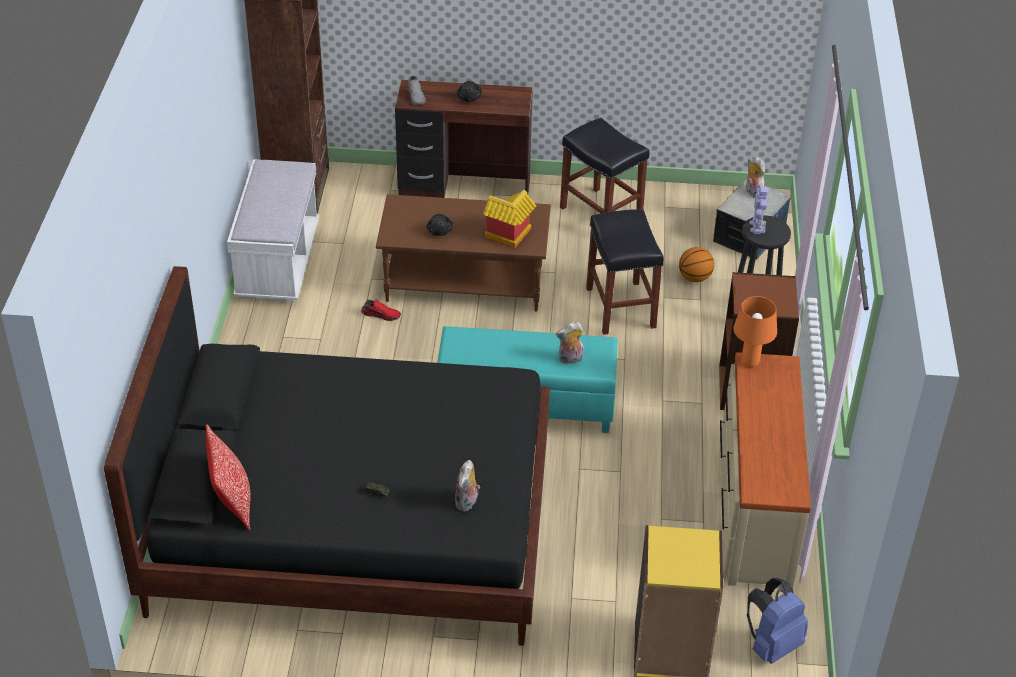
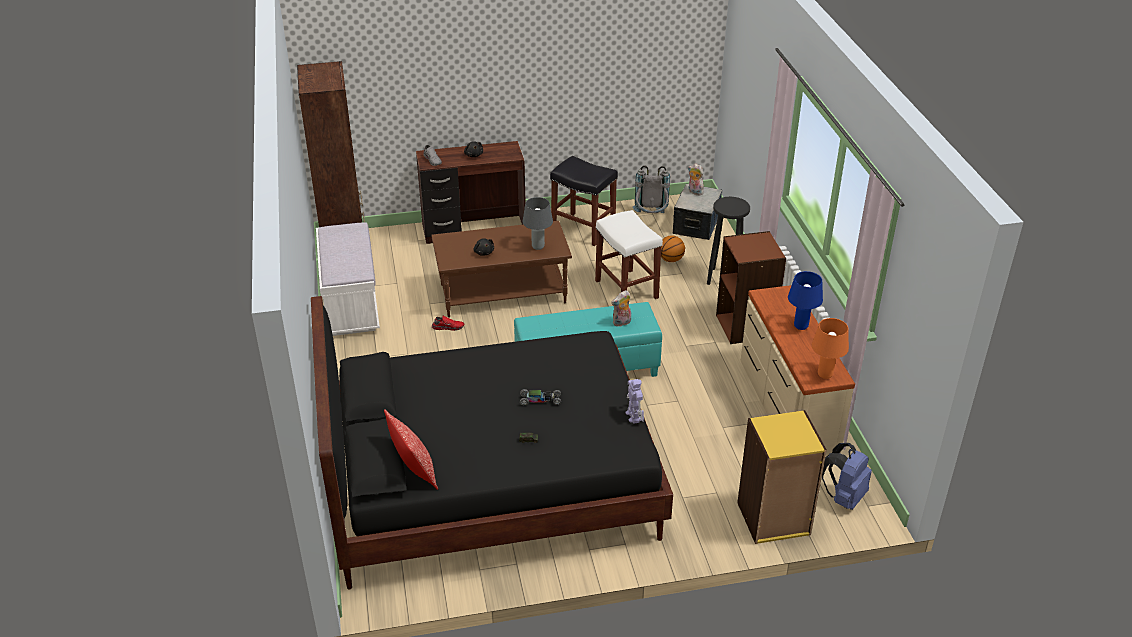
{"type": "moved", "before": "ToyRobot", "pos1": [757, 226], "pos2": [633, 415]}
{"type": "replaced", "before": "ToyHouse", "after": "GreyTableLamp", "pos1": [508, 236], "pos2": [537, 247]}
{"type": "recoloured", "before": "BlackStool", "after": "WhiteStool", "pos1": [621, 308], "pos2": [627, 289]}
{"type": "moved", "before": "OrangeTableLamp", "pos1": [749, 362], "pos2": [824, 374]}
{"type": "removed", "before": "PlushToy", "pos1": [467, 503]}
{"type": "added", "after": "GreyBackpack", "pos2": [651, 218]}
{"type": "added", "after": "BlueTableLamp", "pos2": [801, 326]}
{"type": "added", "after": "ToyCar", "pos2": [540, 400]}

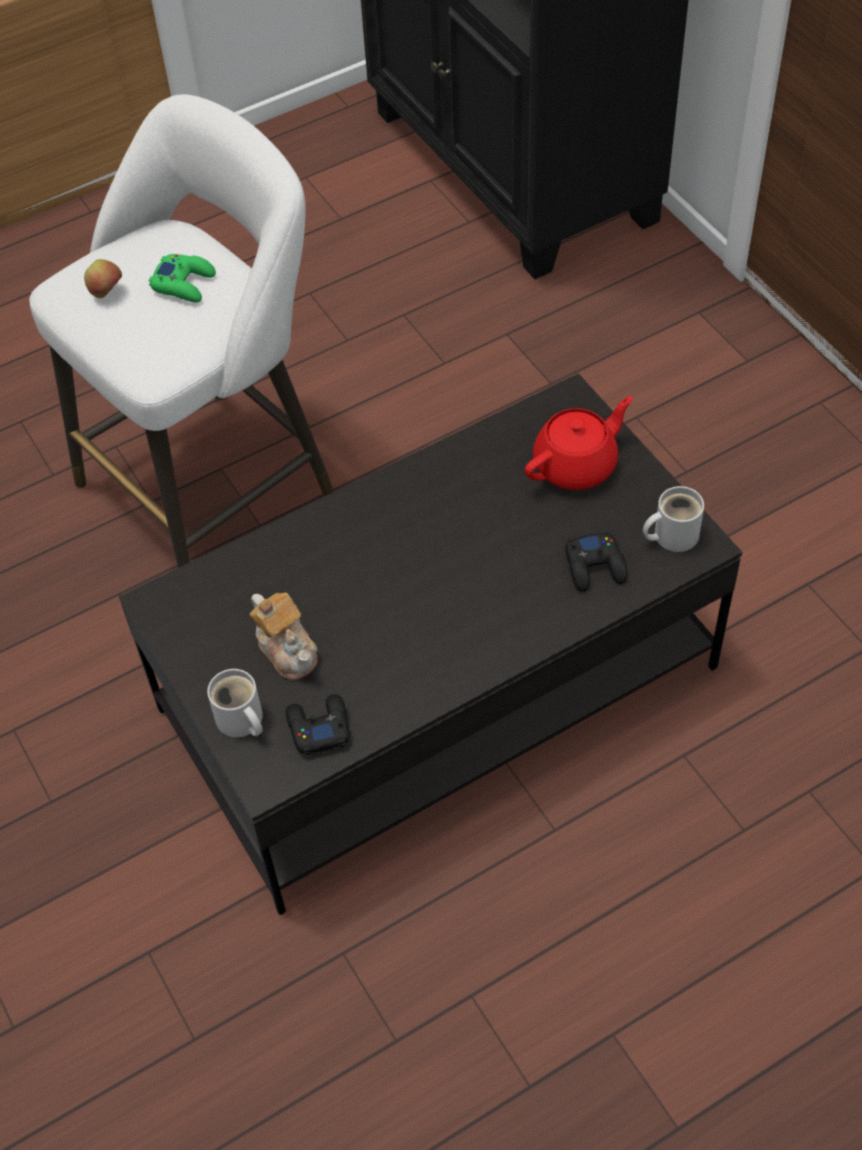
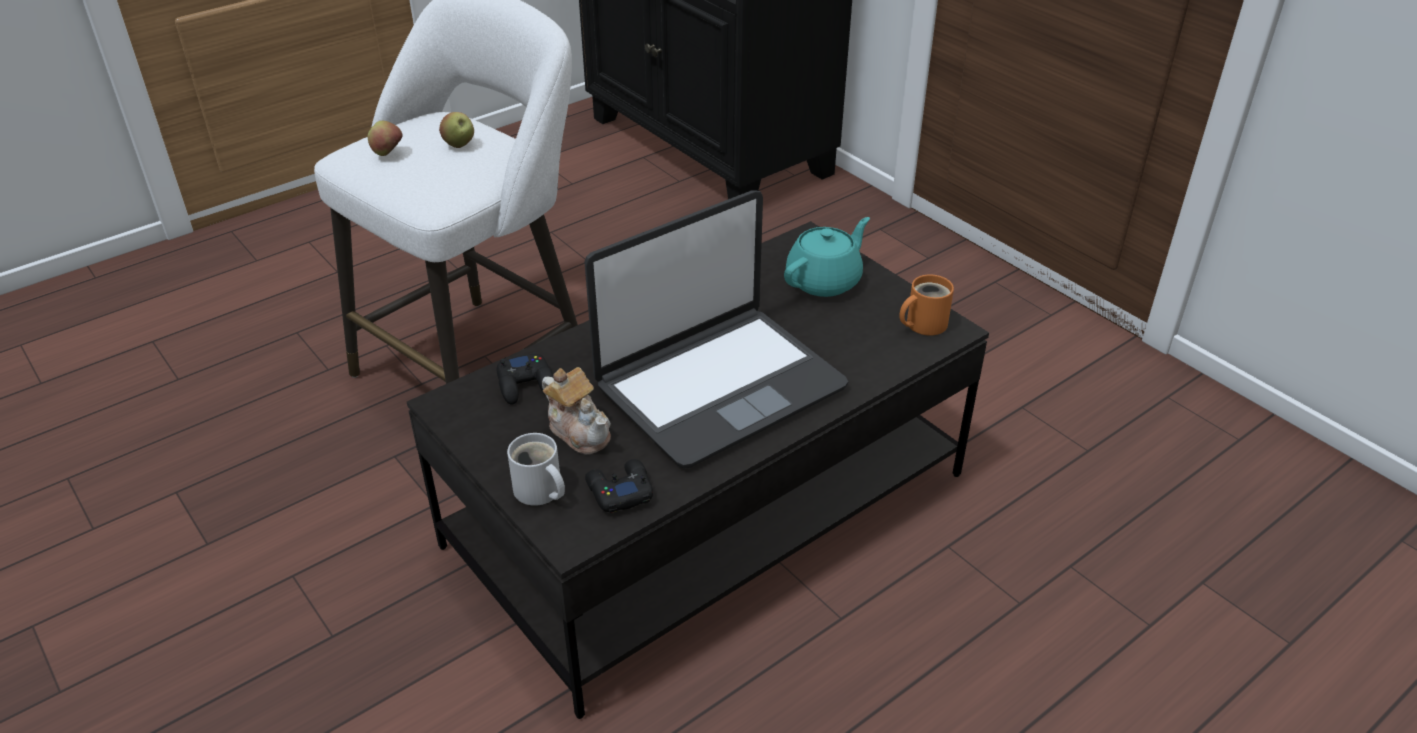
{"type": "replaced", "before": "GreenGameController", "after": "Apple", "pos1": [184, 283], "pos2": [459, 145]}
{"type": "recoloured", "before": "RedTeapot", "after": "TurquoiseTeapot", "pos1": [576, 465], "pos2": [825, 281]}
{"type": "recoloured", "before": "WhiteMug", "after": "OrangeMug", "pos1": [671, 534], "pos2": [922, 324]}
{"type": "moved", "before": "BlackGameController", "pos1": [595, 566], "pos2": [526, 384]}
{"type": "added", "after": "Laptop", "pos2": [718, 386]}

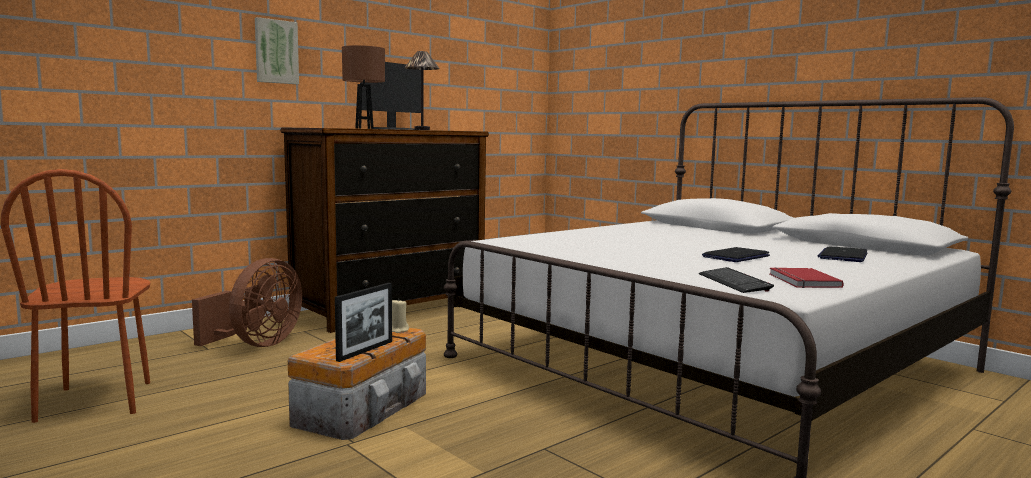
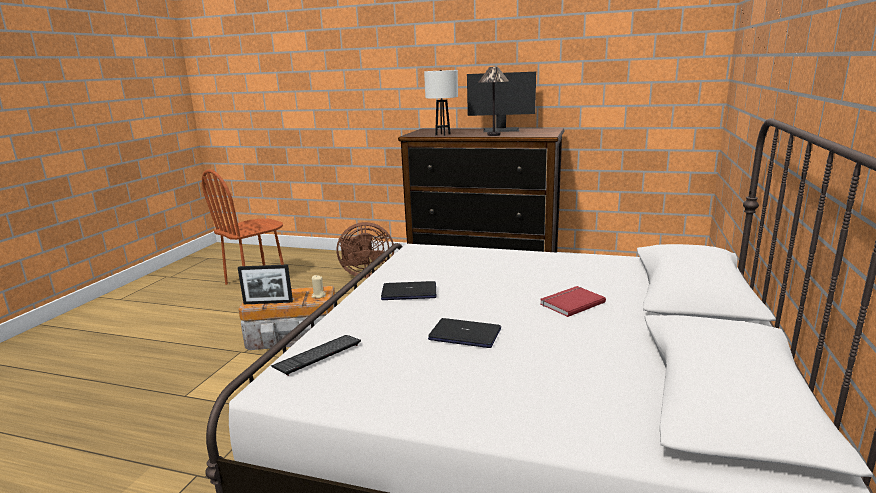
{"type": "removed", "before": "Picture", "pos1": [276, 52]}
{"type": "recoloured", "before": "BrownTableLamp", "after": "WhiteTableLamp", "pos1": [364, 128], "pos2": [442, 134]}
{"type": "moved", "before": "Laptop", "pos1": [843, 256], "pos2": [409, 292]}
{"type": "moved", "before": "RedBook", "pos1": [802, 281], "pos2": [570, 303]}

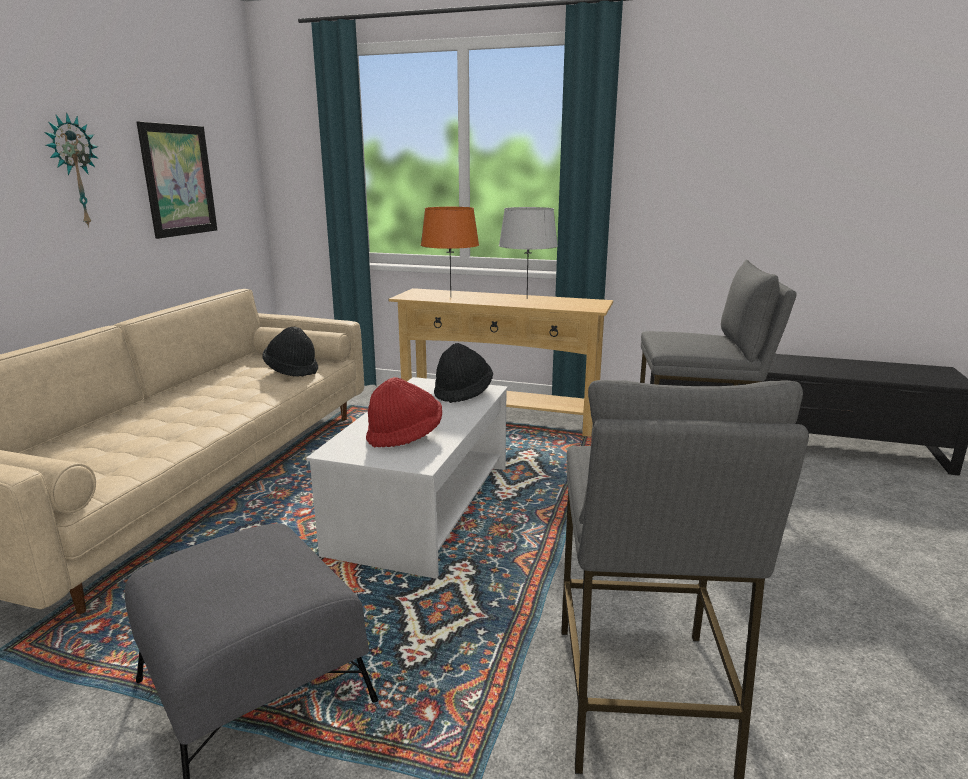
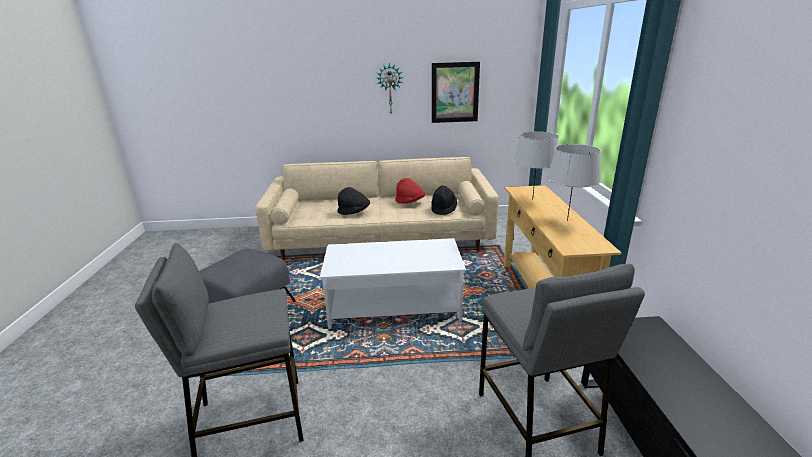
{"type": "recoloured", "before": "OrangeTableLamp", "after": "GreyTableLamp", "pos1": [450, 297], "pos2": [532, 199]}
{"type": "moved", "before": "BlackHat", "pos1": [463, 393], "pos2": [354, 212]}
{"type": "moved", "before": "RedHat", "pos1": [405, 436], "pos2": [410, 202]}

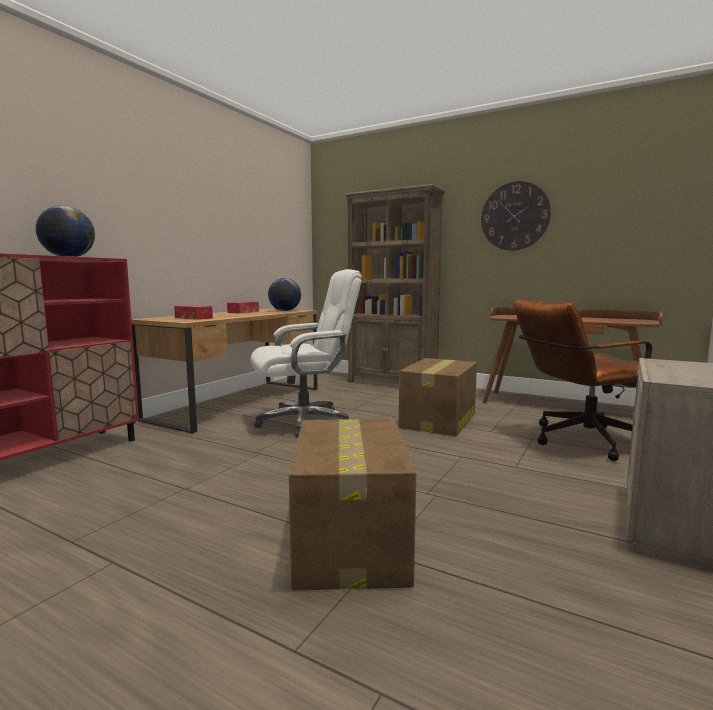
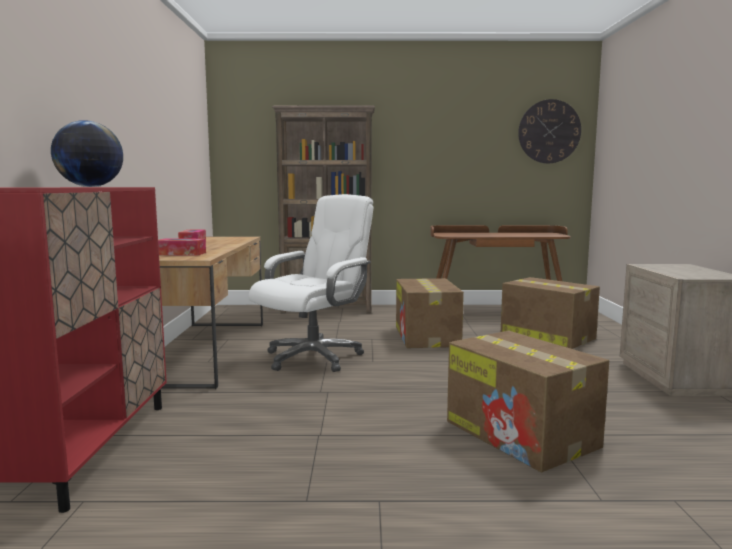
{"type": "moved", "before": "WallClock", "pos1": [515, 216], "pos2": [549, 131]}
{"type": "removed", "before": "Globe", "pos1": [284, 311]}
{"type": "replaced", "before": "BrownOfficeChair", "after": "CardboardBox", "pos1": [578, 441], "pos2": [546, 336]}

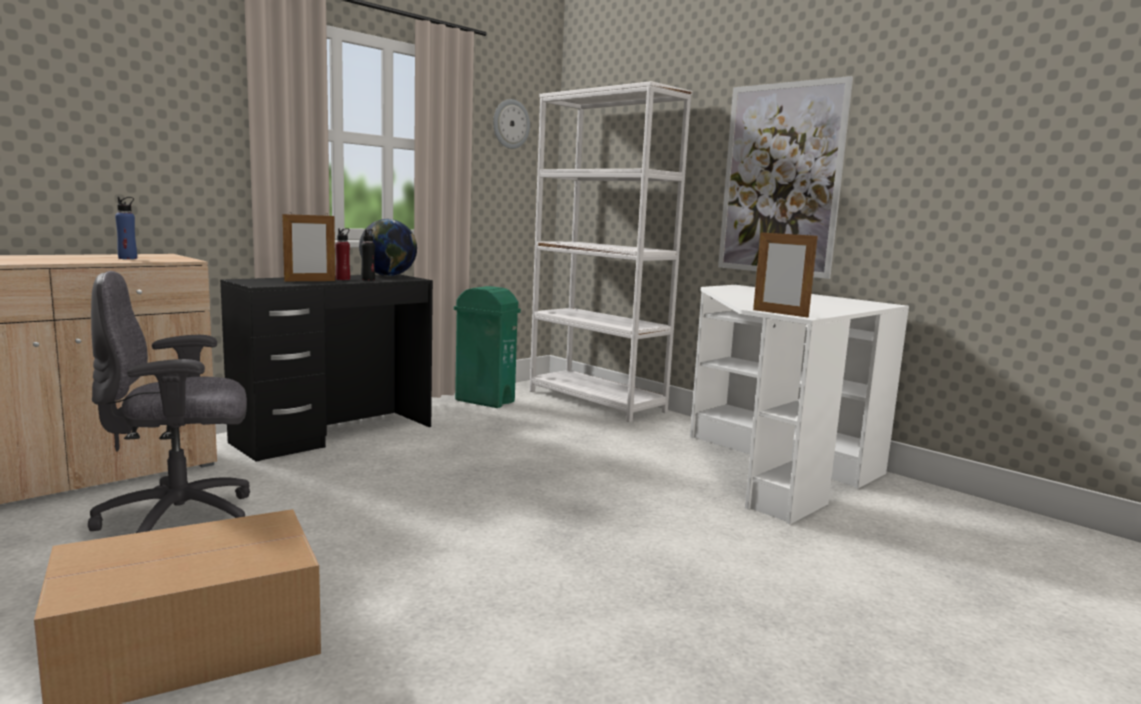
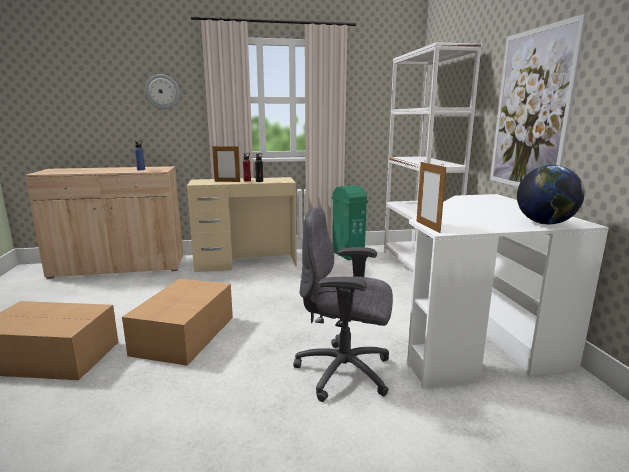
{"type": "moved", "before": "WallClock", "pos1": [510, 124], "pos2": [162, 91]}
{"type": "moved", "before": "Globe", "pos1": [388, 276], "pos2": [545, 223]}
{"type": "moved", "before": "GreyOfficeChair", "pos1": [182, 520], "pos2": [345, 372]}
{"type": "recoloured", "before": "BlackDesk", "after": "BeigeDesk", "pos1": [334, 434], "pos2": [246, 263]}
{"type": "added", "after": "CardboardBox", "pos2": [183, 335]}

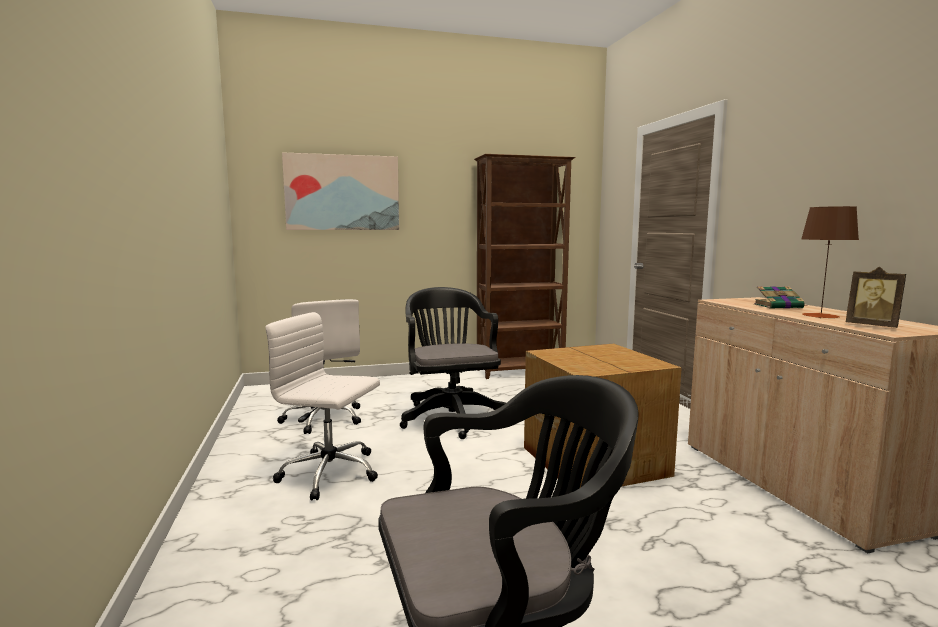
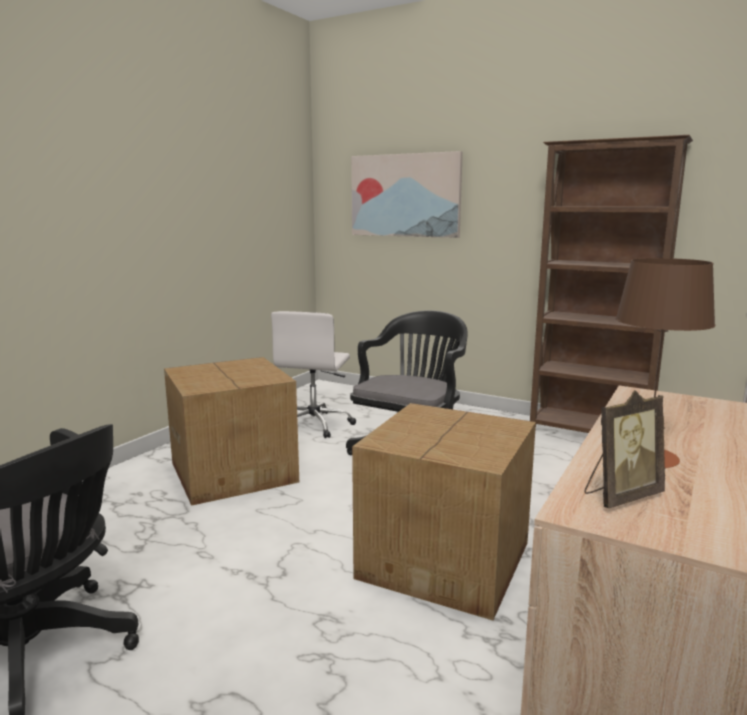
{"type": "turned", "before": "PictureFrame", "pos1": [872, 326], "pos2": [620, 496], "turn": -120}
{"type": "removed", "before": "Book", "pos1": [779, 306]}
{"type": "replaced", "before": "WhiteOfficeChair", "after": "CardboardBox", "pos1": [331, 473], "pos2": [234, 471]}

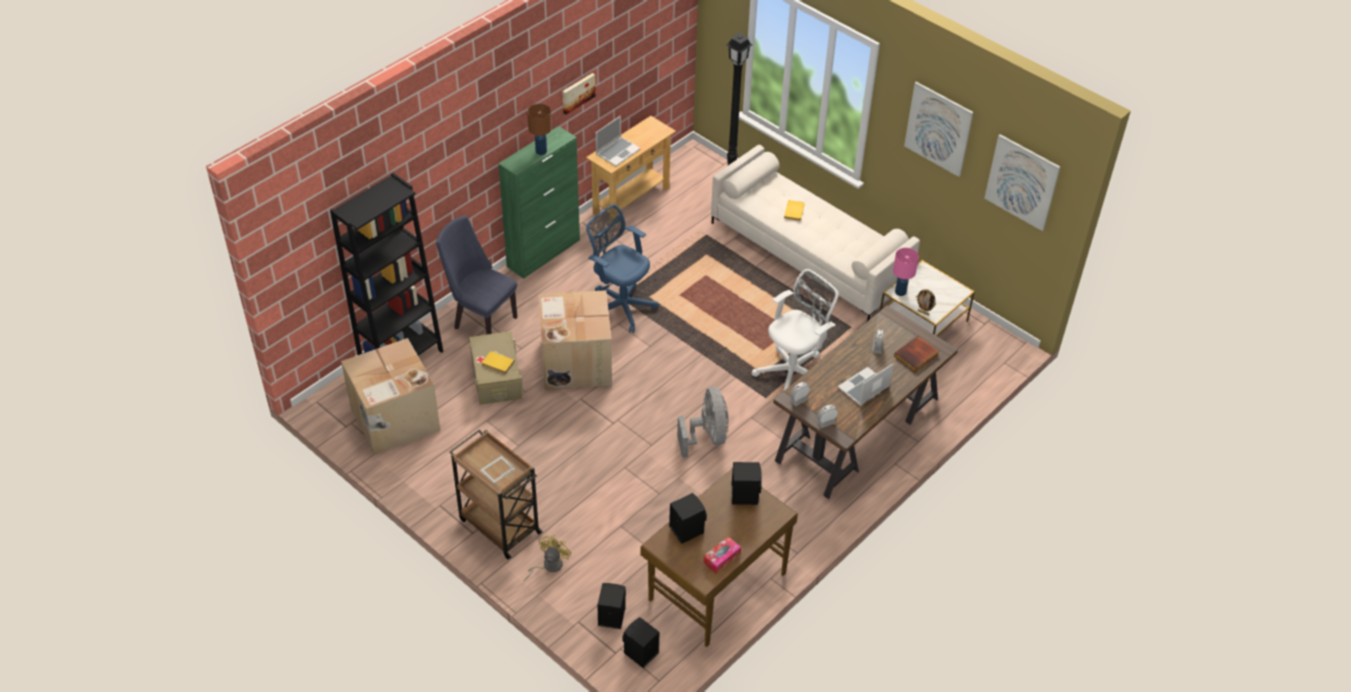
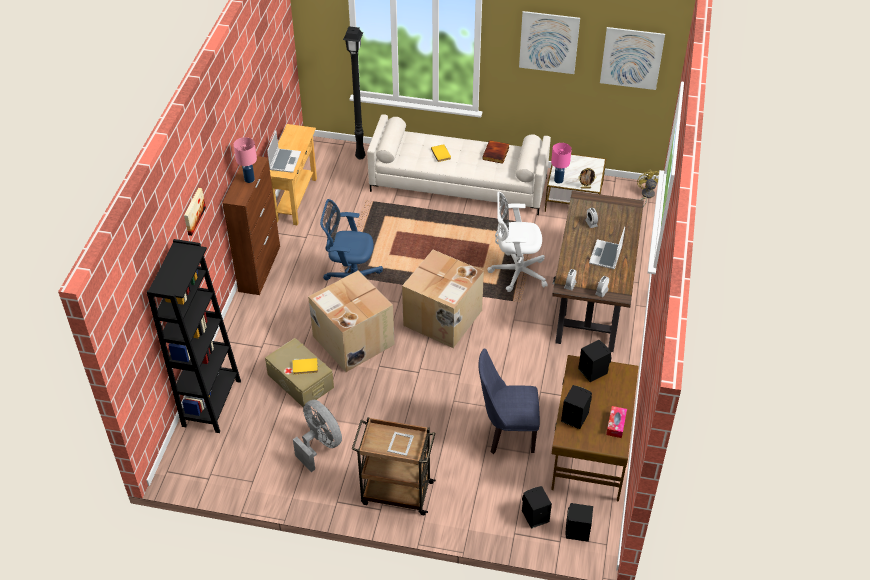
{"type": "moved", "before": "Picture", "pos1": [577, 92], "pos2": [193, 211]}
{"type": "recoloured", "before": "BrownTableLamp", "after": "PinkTableLamp", "pos1": [540, 151], "pos2": [249, 179]}
{"type": "recoloured", "before": "GreenCabinet", "after": "BrownCabinet", "pos1": [544, 253], "pos2": [259, 268]}
{"type": "moved", "before": "BlueChair", "pos1": [481, 320], "pos2": [506, 434]}
{"type": "turned", "before": "WhiteOfficeChair", "pos1": [793, 371], "pos2": [516, 272], "turn": -105}
{"type": "moved", "before": "Book", "pos1": [916, 356], "pos2": [496, 153]}
{"type": "moved", "before": "CardboardBox", "pos1": [394, 420], "pos2": [443, 319]}
{"type": "moved", "before": "GreyFan", "pos1": [707, 437], "pos2": [319, 444]}
{"type": "moved", "before": "YellowFan", "pos1": [548, 566], "pos2": [646, 195]}

